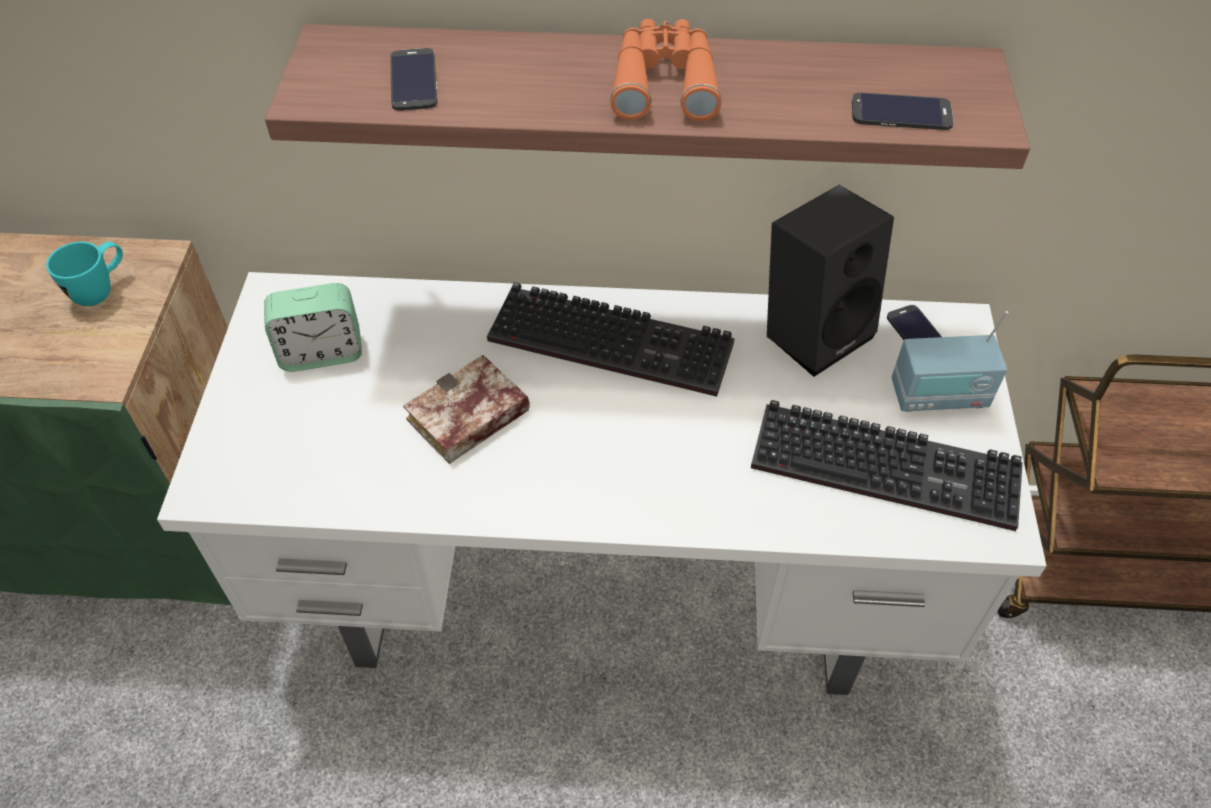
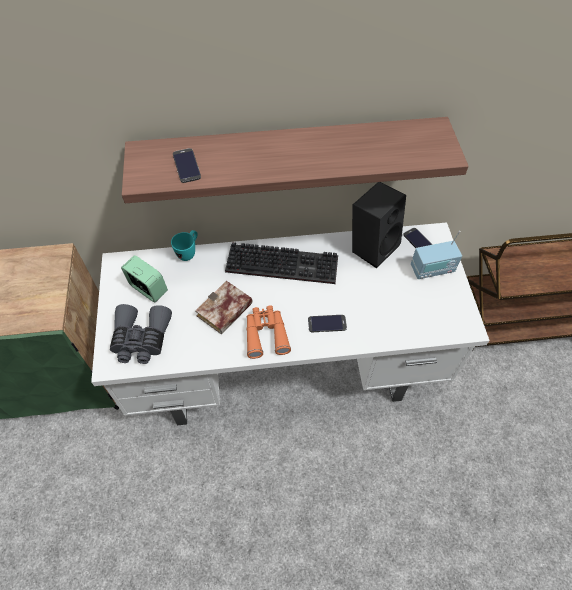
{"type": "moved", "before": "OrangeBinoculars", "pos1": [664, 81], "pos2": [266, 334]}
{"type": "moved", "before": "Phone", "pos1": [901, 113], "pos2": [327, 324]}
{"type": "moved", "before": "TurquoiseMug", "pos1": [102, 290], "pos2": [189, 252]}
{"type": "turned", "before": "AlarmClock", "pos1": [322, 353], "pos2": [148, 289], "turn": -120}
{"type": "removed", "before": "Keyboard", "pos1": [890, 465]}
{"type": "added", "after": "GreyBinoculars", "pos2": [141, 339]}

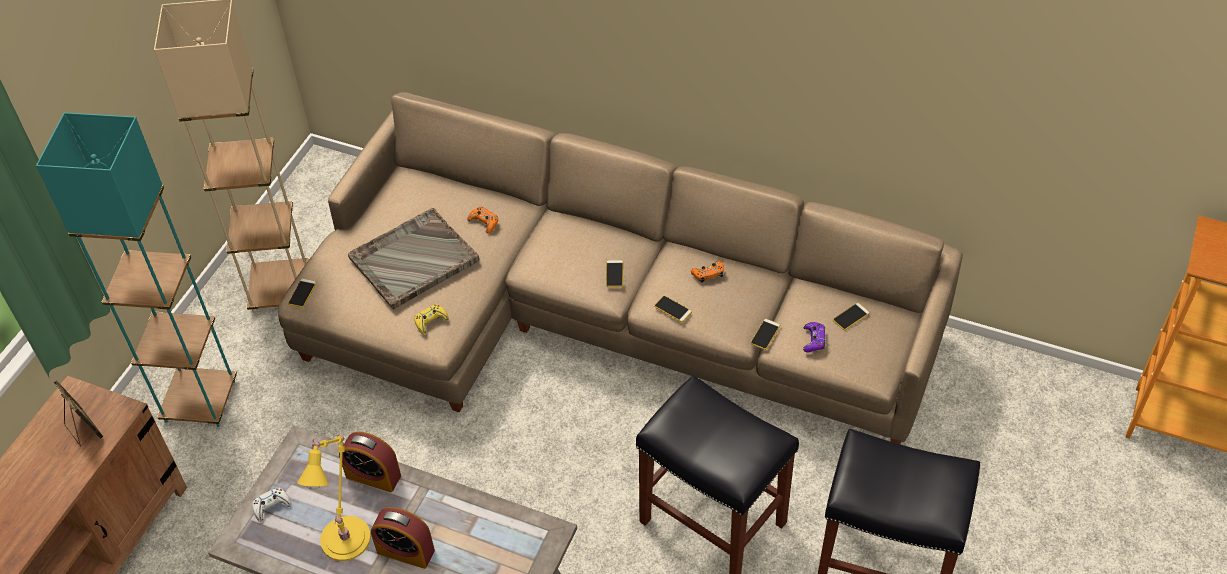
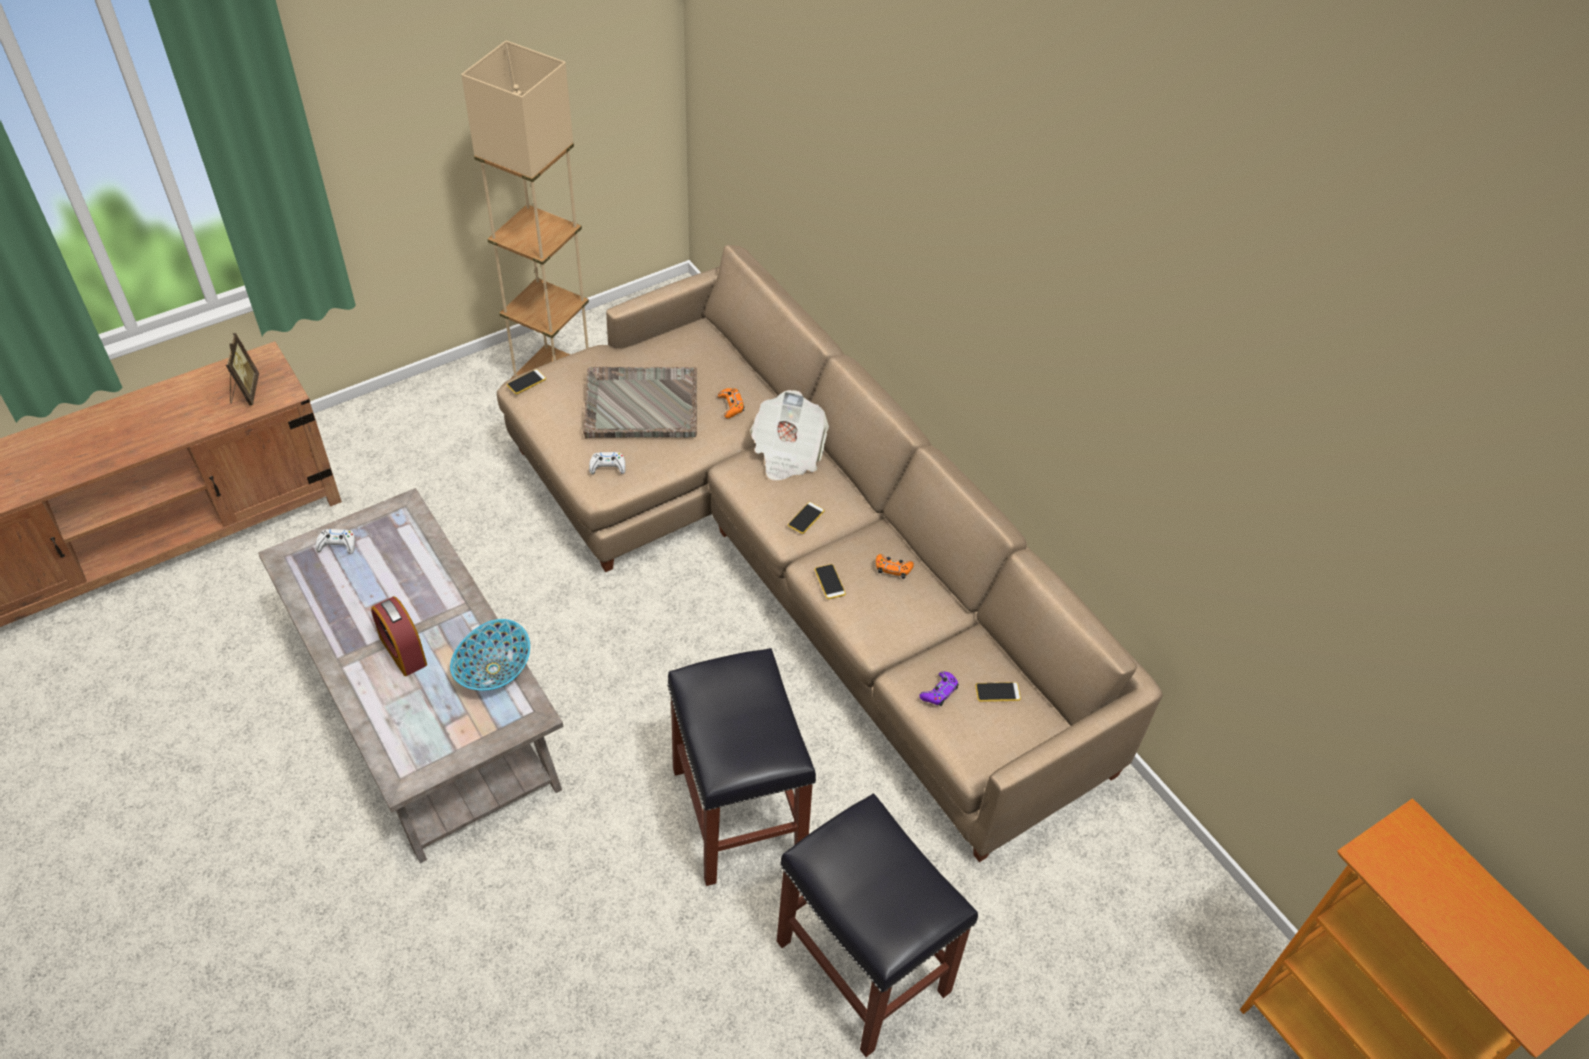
{"type": "removed", "before": "TurquoiseFloorLamp", "pos1": [200, 401]}
{"type": "recoloured", "before": "YellowGameController", "after": "WhiteGameController", "pos1": [430, 321], "pos2": [607, 467]}
{"type": "removed", "before": "Phone", "pos1": [765, 334]}
{"type": "removed", "before": "AlarmClock", "pos1": [373, 476]}
{"type": "removed", "before": "YellowTableLamp", "pos1": [347, 534]}
{"type": "added", "after": "Newspaper", "pos2": [787, 452]}
{"type": "added", "after": "Bowl", "pos2": [494, 669]}

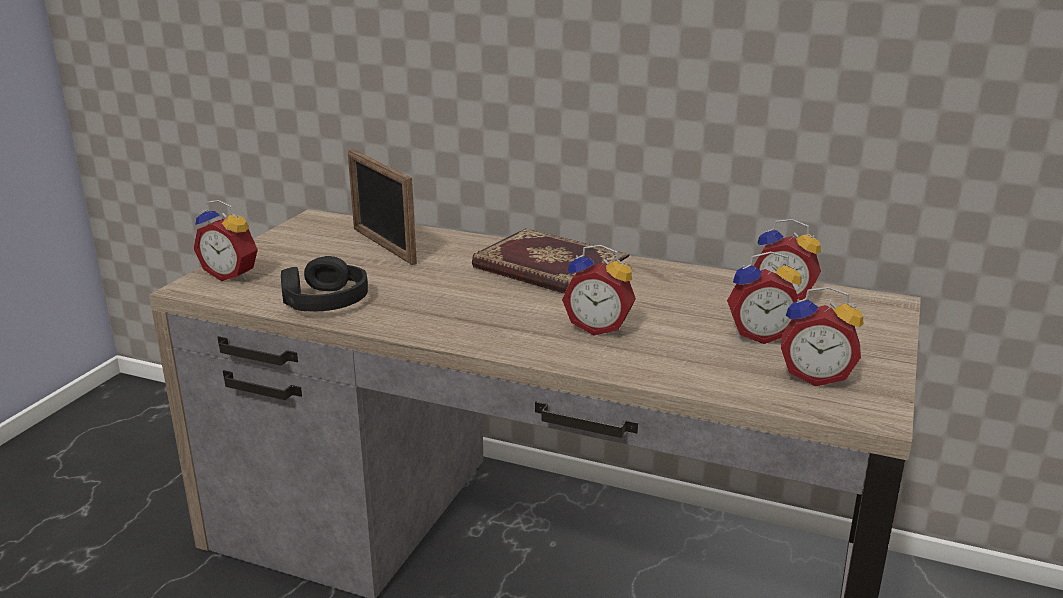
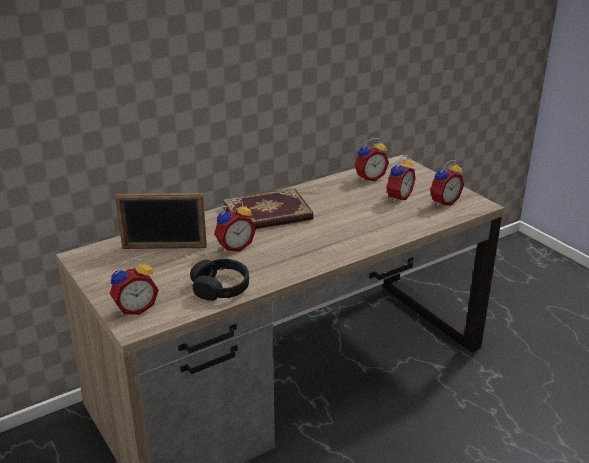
{"type": "moved", "before": "AlarmClock", "pos1": [599, 327], "pos2": [234, 247]}

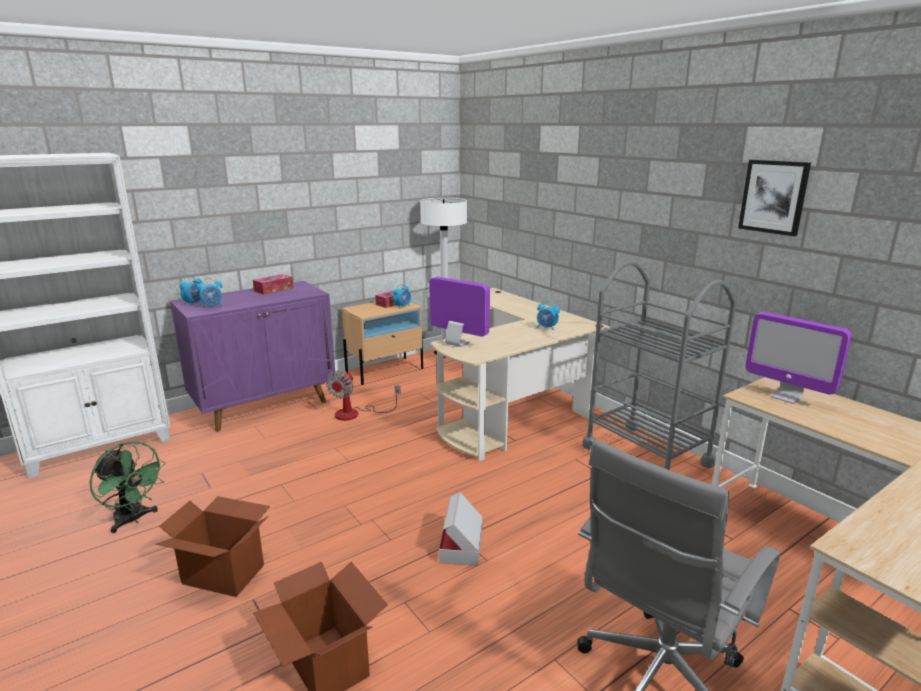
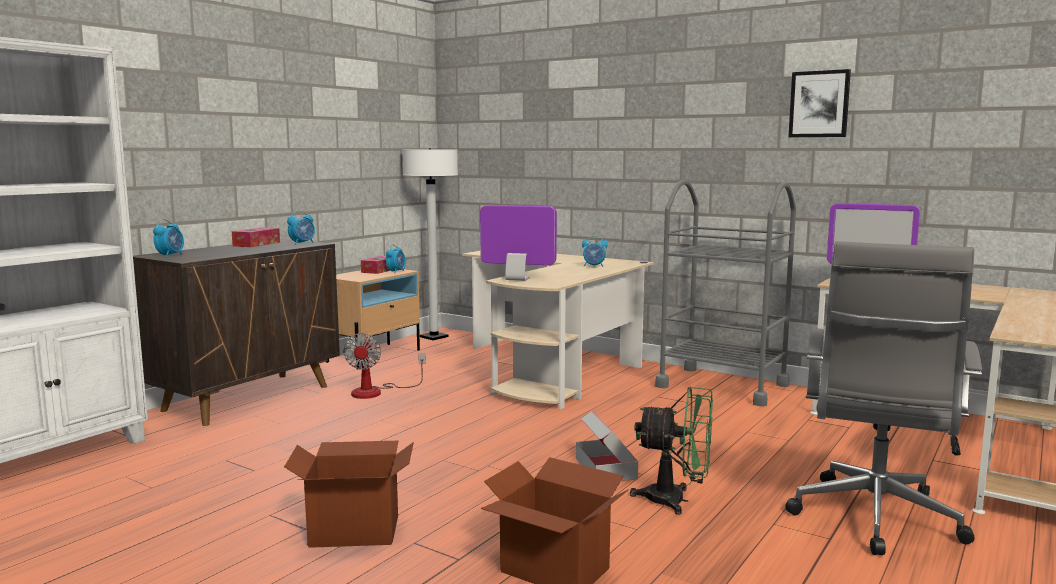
{"type": "moved", "before": "AlarmClock", "pos1": [212, 306], "pos2": [302, 243]}
{"type": "recoloured", "before": "PurpleCabinet", "after": "BrownCabinet", "pos1": [265, 405], "pos2": [249, 398]}
{"type": "moved", "before": "GreenFan", "pos1": [133, 520], "pos2": [676, 500]}

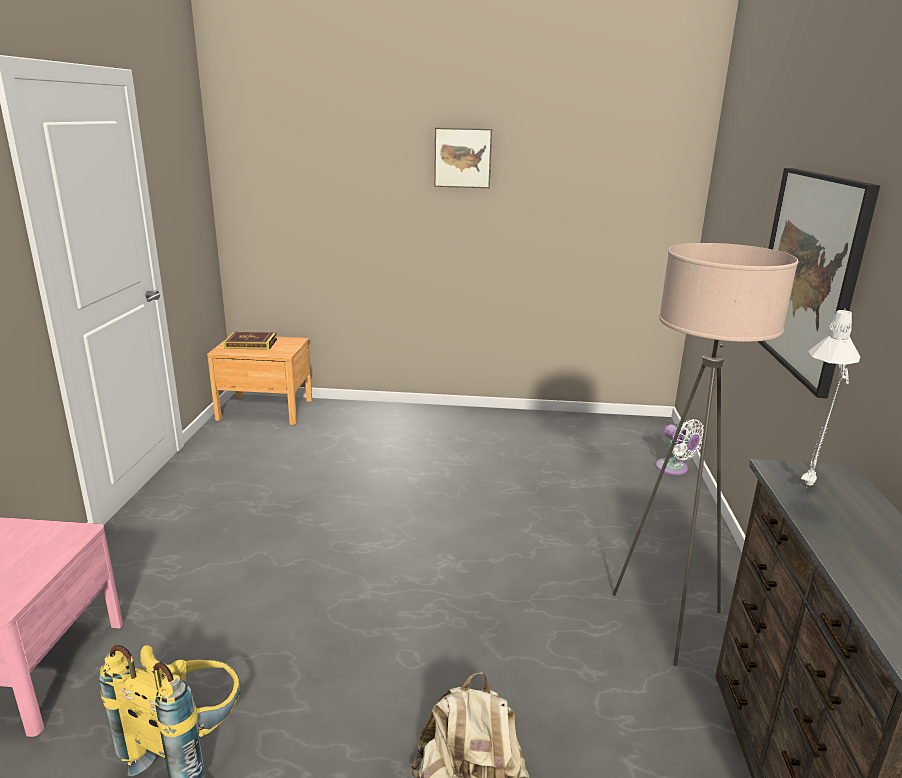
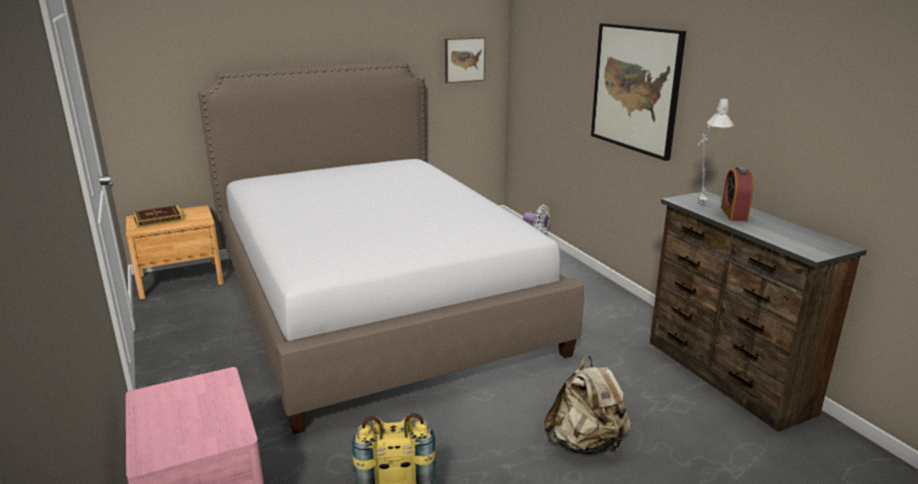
{"type": "moved", "before": "Picture", "pos1": [463, 158], "pos2": [464, 59]}
{"type": "removed", "before": "BeigeFloorLamp", "pos1": [668, 621]}
{"type": "added", "after": "Bed", "pos2": [376, 302]}
{"type": "added", "after": "AlarmClock", "pos2": [734, 214]}

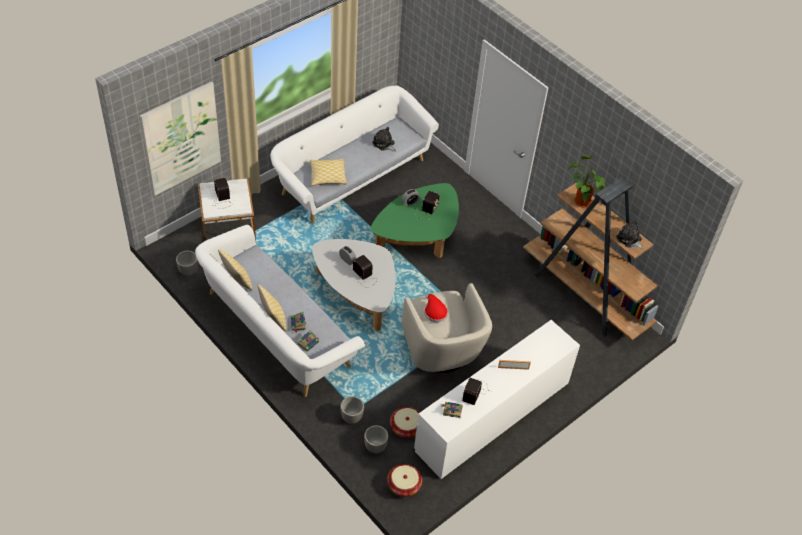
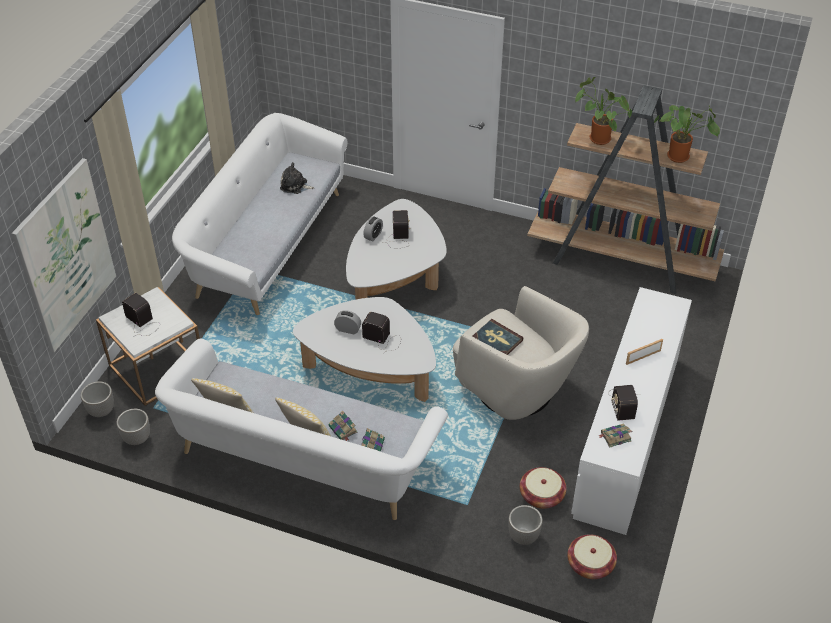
{"type": "removed", "before": "Pillow", "pos1": [328, 176]}
{"type": "recoloured", "before": "GreenCoffeeTable", "after": "WhiteCoffeeTable", "pos1": [417, 238], "pos2": [395, 279]}
{"type": "replaced", "before": "PlushToy", "after": "PottedPlant", "pos1": [629, 239], "pos2": [680, 156]}
{"type": "replaced", "before": "RedHat", "after": "Book", "pos1": [434, 311], "pos2": [497, 340]}
{"type": "moved", "before": "Planter", "pos1": [351, 418], "pos2": [101, 411]}

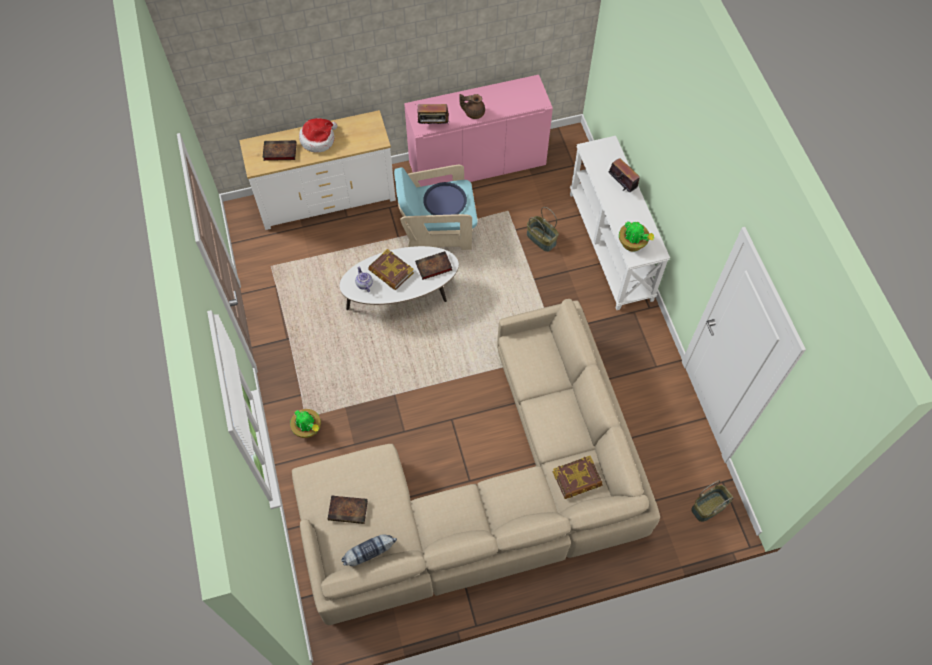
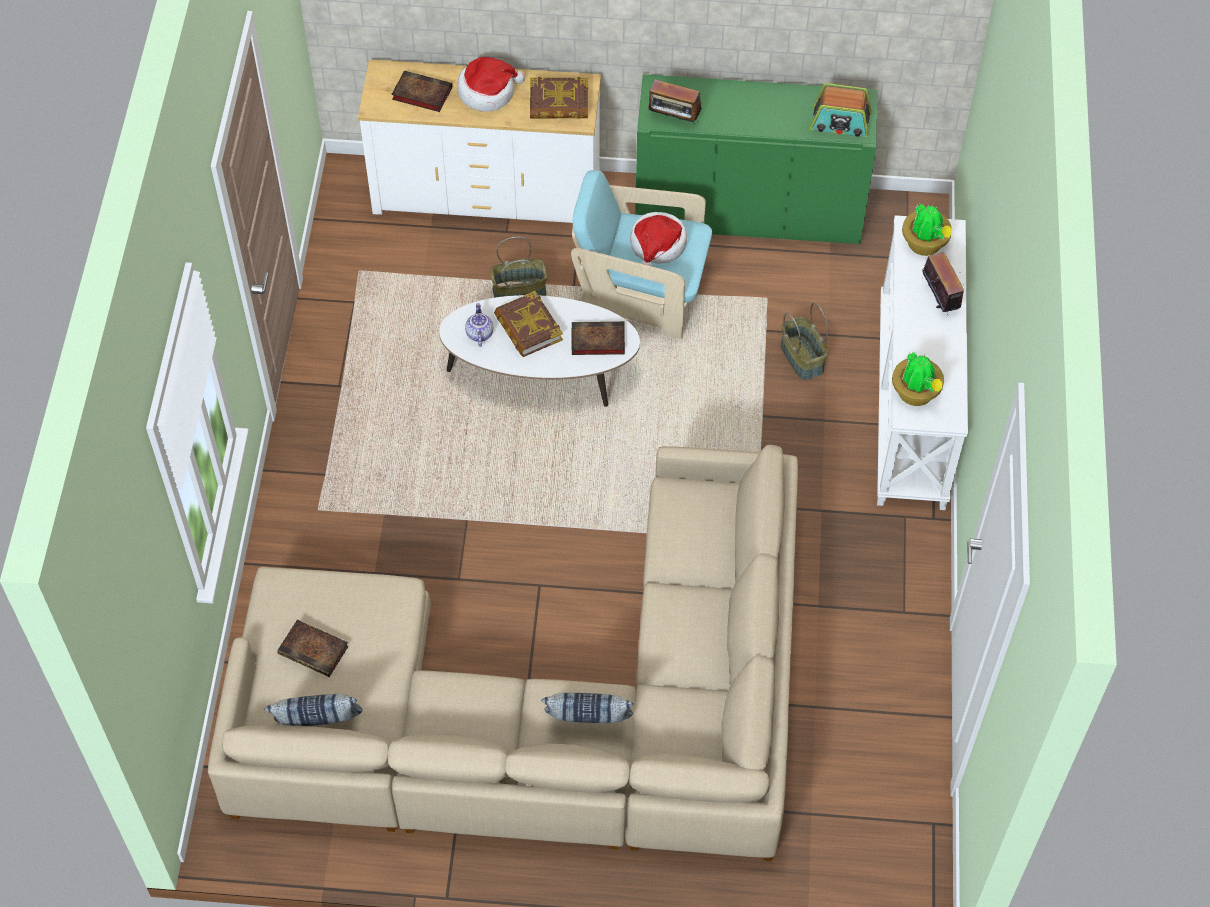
{"type": "recoloured", "before": "PinkCabinet", "after": "GreenCabinet", "pos1": [477, 164], "pos2": [748, 210]}
{"type": "removed", "before": "BrownTeapot", "pos1": [473, 112]}
{"type": "replaced", "before": "BlueTray", "after": "Hat", "pos1": [445, 200], "pos2": [657, 246]}
{"type": "moved", "before": "PottedPlant", "pos1": [308, 429], "pos2": [925, 245]}
{"type": "moved", "before": "Book", "pos1": [577, 479], "pos2": [559, 103]}
{"type": "moved", "before": "Basket", "pos1": [709, 506], "pos2": [519, 291]}
{"type": "added", "after": "Radio", "pos2": [840, 122]}
{"type": "added", "after": "Pillow", "pos2": [588, 724]}

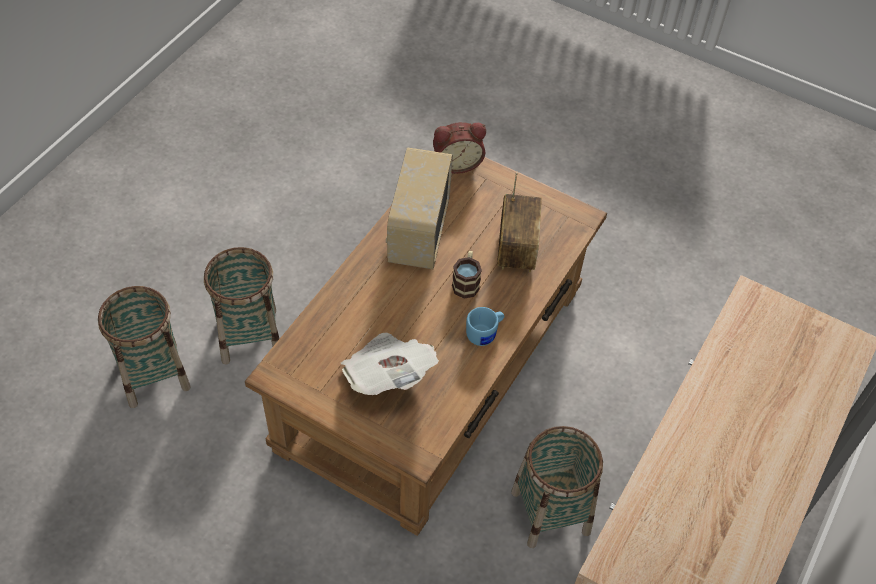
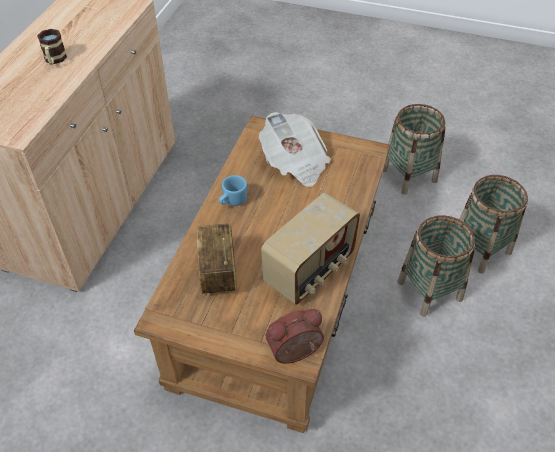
{"type": "turned", "before": "Radio", "pos1": [417, 232], "pos2": [310, 270], "turn": 45}
{"type": "moved", "before": "Mug", "pos1": [466, 282], "pos2": [54, 60]}
{"type": "moved", "before": "Basket", "pos1": [550, 512], "pos2": [408, 175]}

